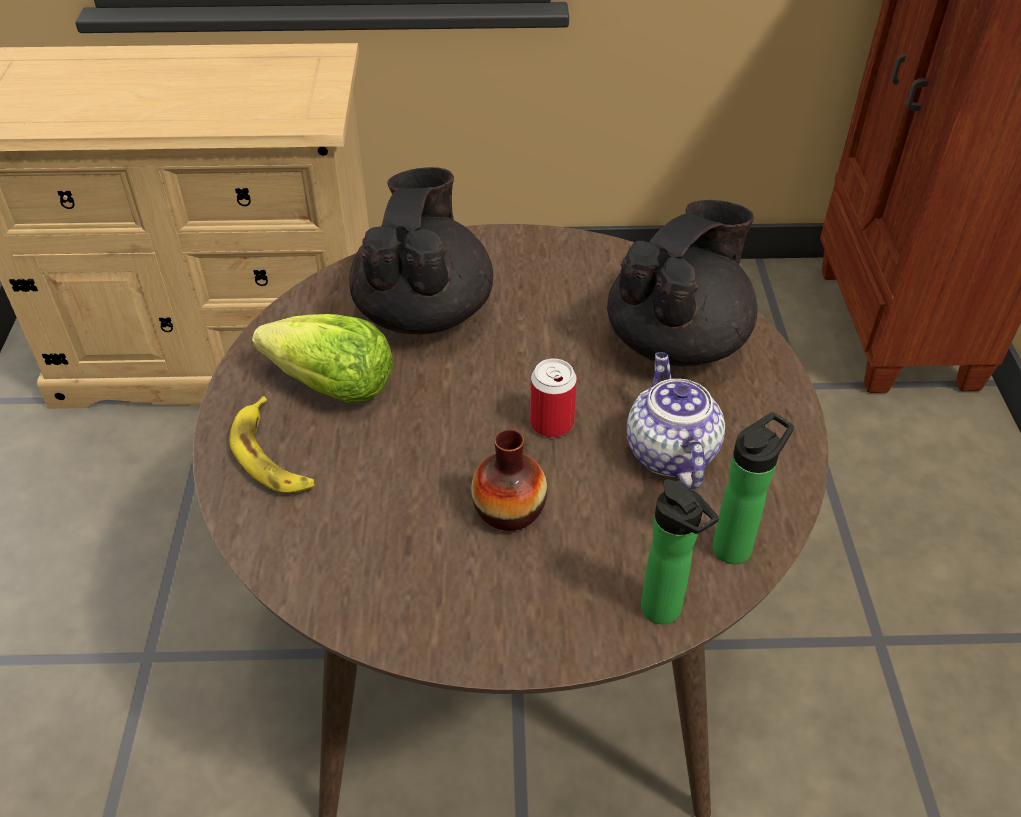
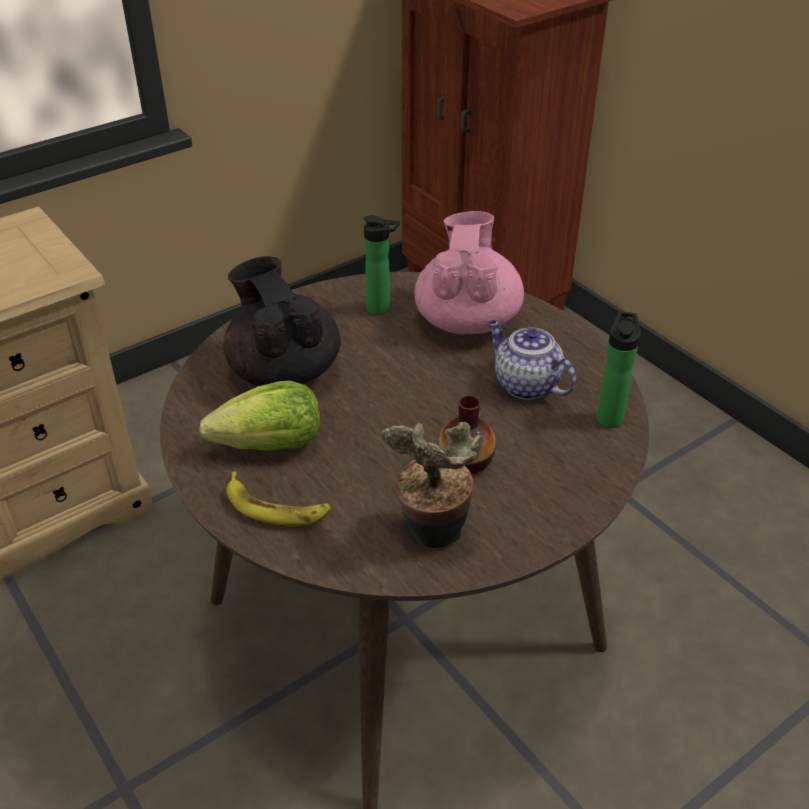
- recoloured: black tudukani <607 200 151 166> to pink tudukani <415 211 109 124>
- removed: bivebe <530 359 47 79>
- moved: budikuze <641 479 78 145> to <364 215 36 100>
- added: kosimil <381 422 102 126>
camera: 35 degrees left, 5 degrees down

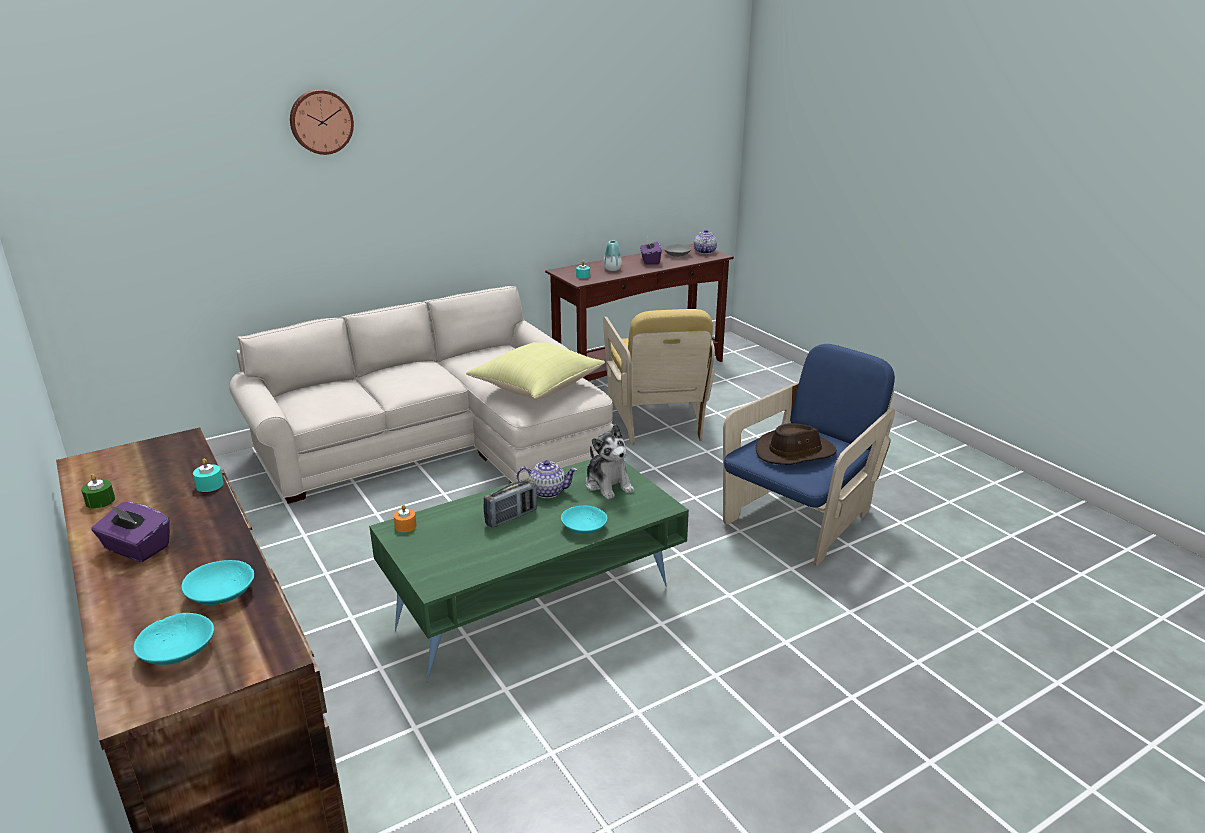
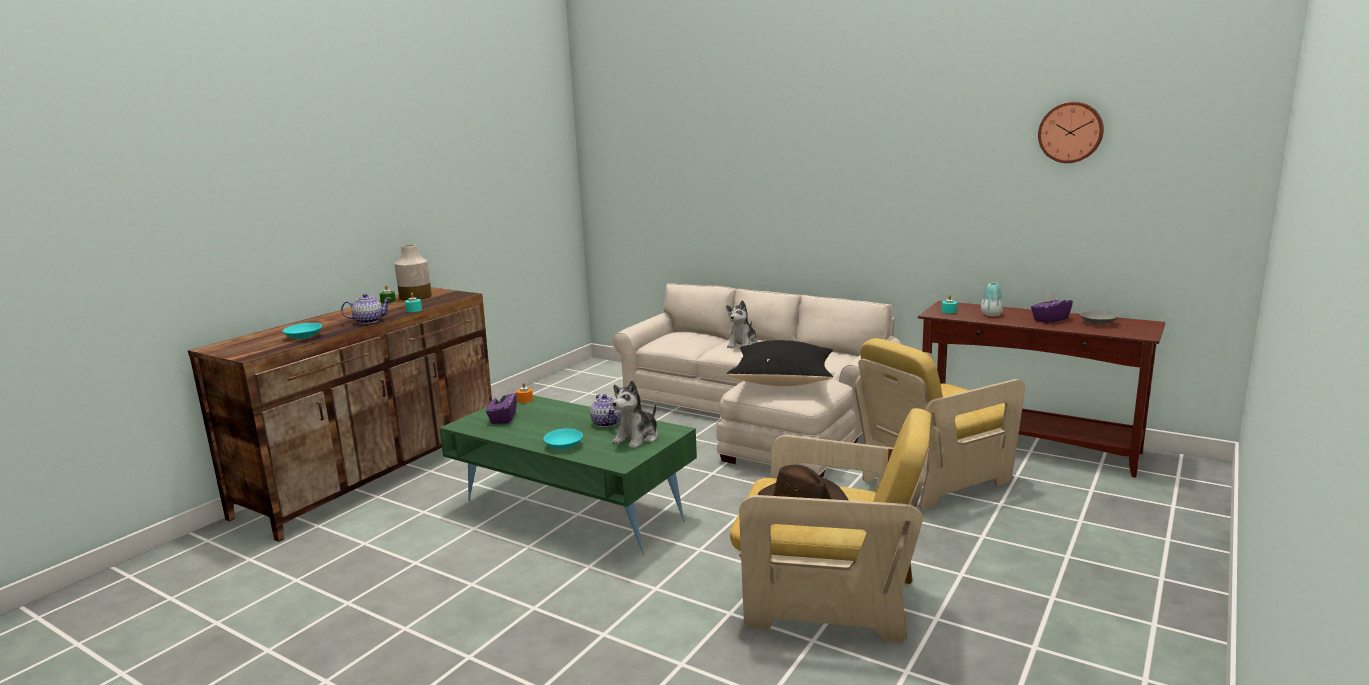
- moved: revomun <290 90 64 65> to <1038 102 66 61>
- moved: tudukani <694 230 23 24> to <341 293 50 31>
- recoloured: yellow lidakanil <466 342 139 57> to black lidakanil <727 340 106 46>
- recoloured: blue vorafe <723 344 172 222> to yellow vorafe <730 408 201 234>
- removed: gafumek <484 479 53 49>
- moved: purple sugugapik <91 502 79 60> to <486 388 31 36>
- removed: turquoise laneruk <133 613 81 52>
- added: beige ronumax <395 244 37 57>
- added: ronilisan <726 300 32 48>
camera: 65 degrees right, 10 degrees down

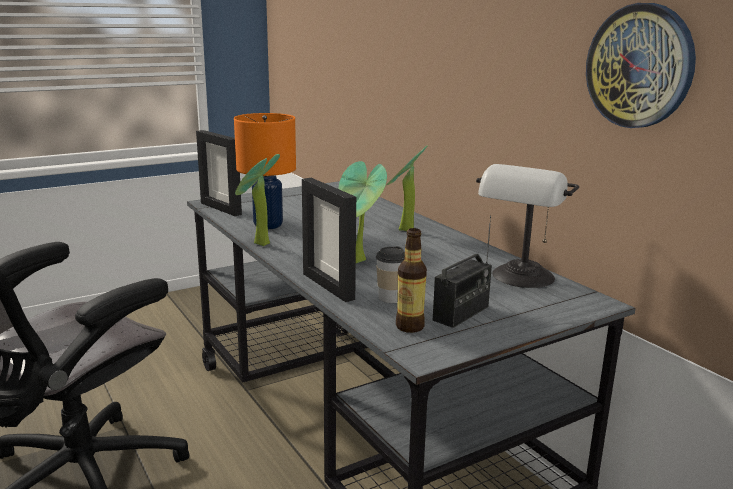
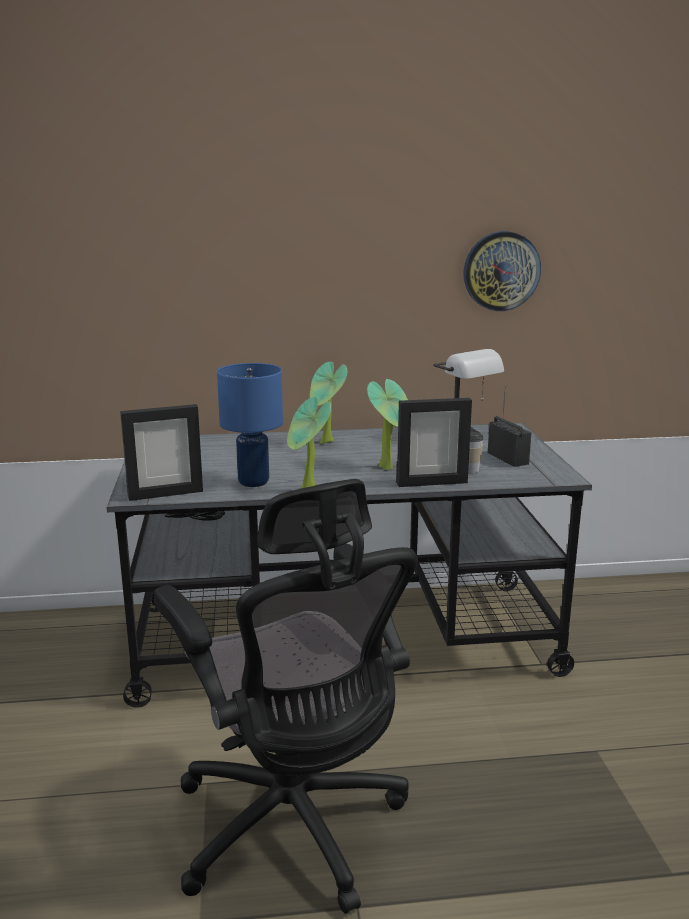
- recoloured: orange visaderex <234 113 62 116> to blue visaderex <217 363 66 124>
- removed: budikuze <396 228 31 105>
camera: 65 degrees left, 0 degrees up

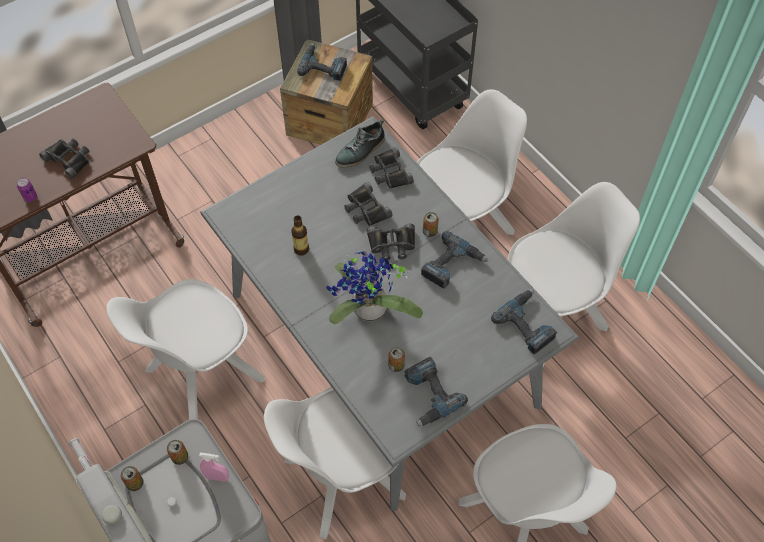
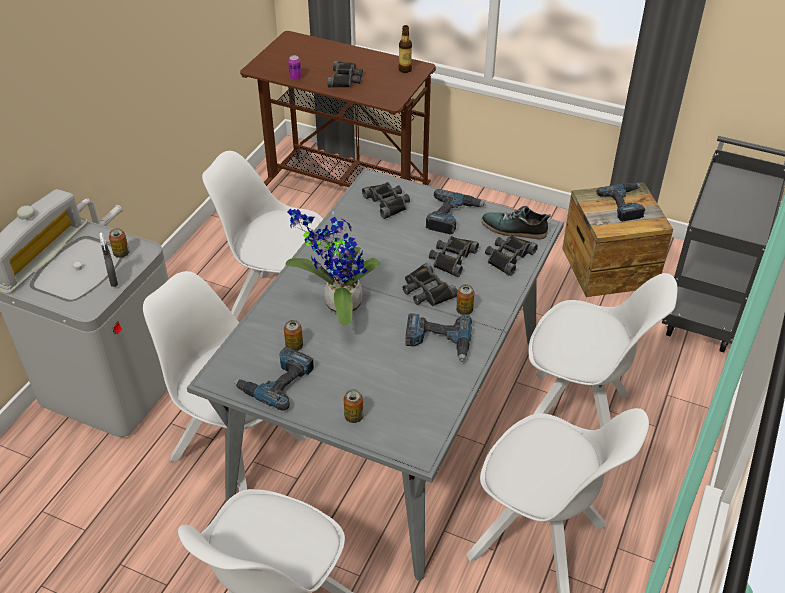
- moved: budikuze <291 215 18 41> to <399 25 13 48>
- moved: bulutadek <491 289 66 65> to <426 189 60 45>
- recoloured: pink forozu <199 453 30 29> to grey forozu <99 232 19 55>
- moved: bivebe <121 466 23 25> to <344 389 19 34>
- added: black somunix <362 182 48 37>
camera: 60 degrees right, 15 degrees down

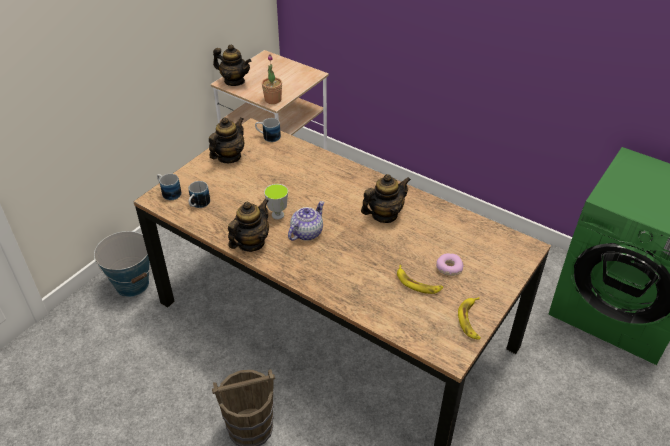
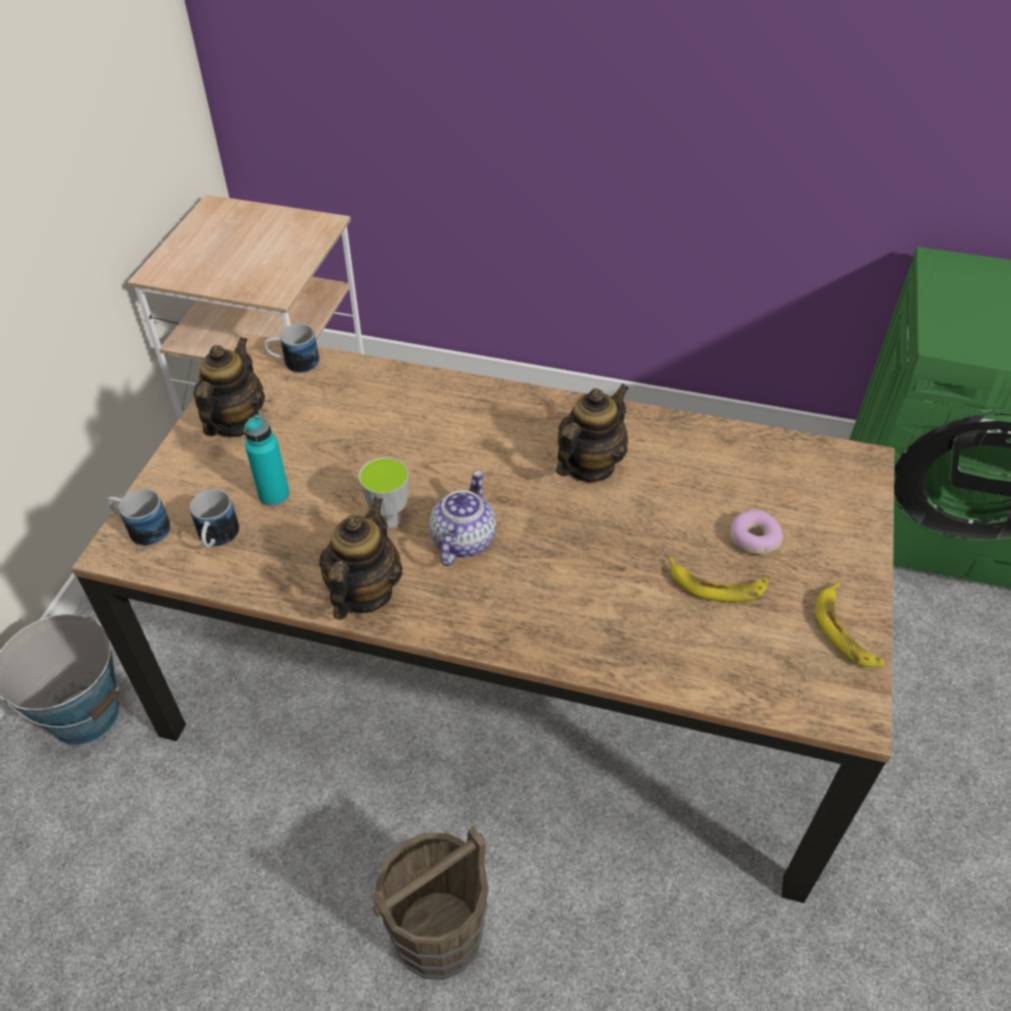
- removed: tudukani <213 45 38 41>
- removed: kosimil <262 54 20 50>
- added: turquoise budikuze <244 414 46 93>
camera: 20 degrees left, 5 degrees up

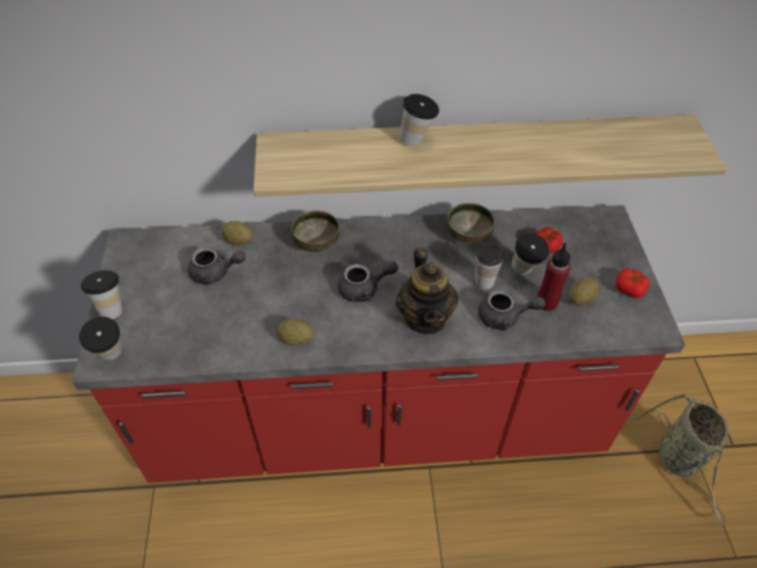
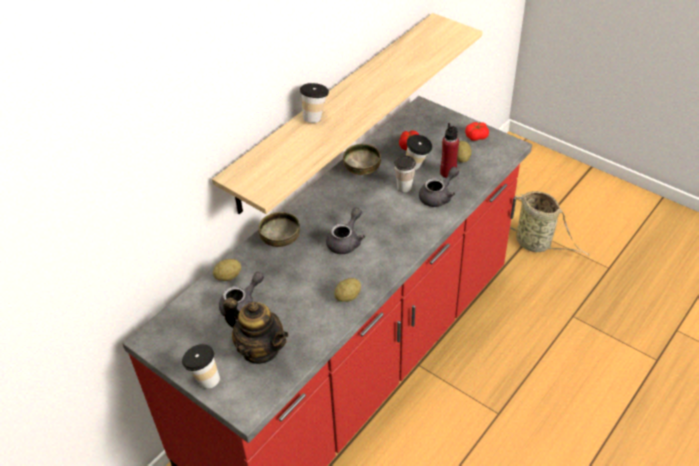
- moved: tudukani <396 247 63 88> to <223 298 66 66>
- removed: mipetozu <79 317 43 44>
camera: 45 degrees left, 5 degrees down

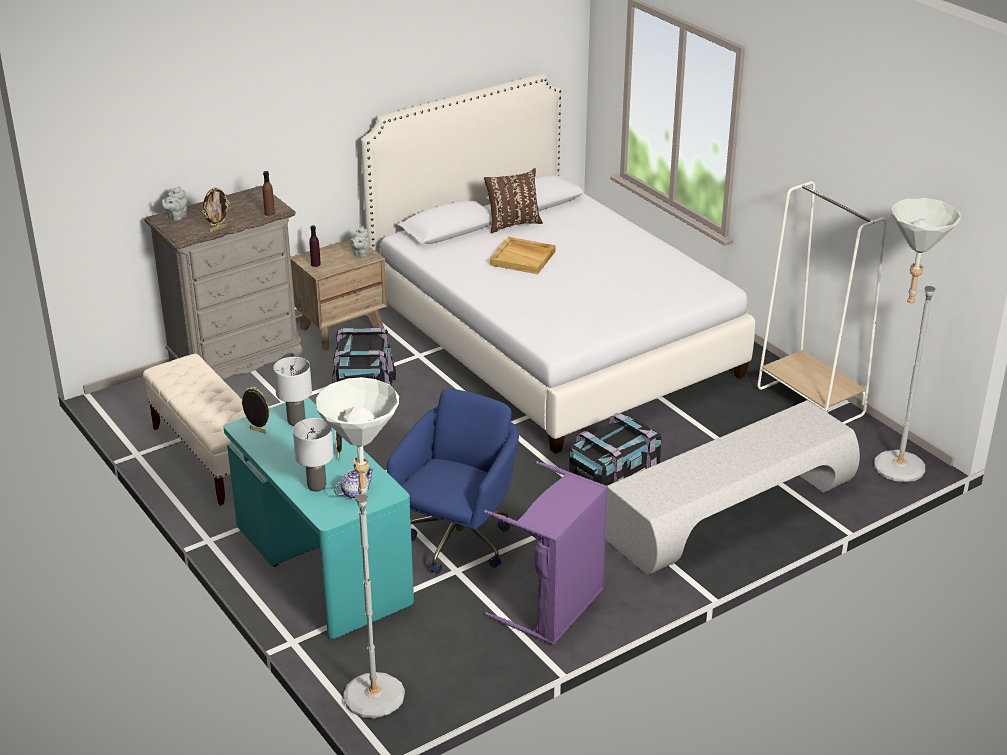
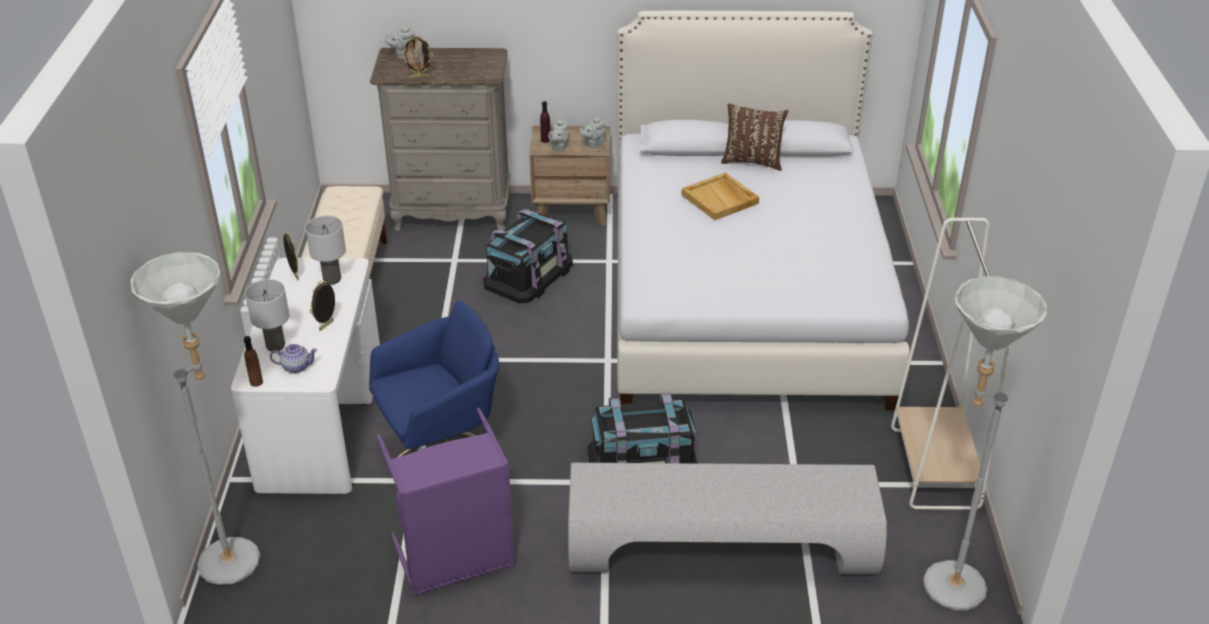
- moved: brown budikuze <262 171 13 45> to <244 336 19 51>
- recoloured: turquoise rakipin <223 398 191 241> to white rakipin <231 258 149 236>
- added: grey tudukani <548 119 21 32>
camera: 35 degrees right, 5 degrees up

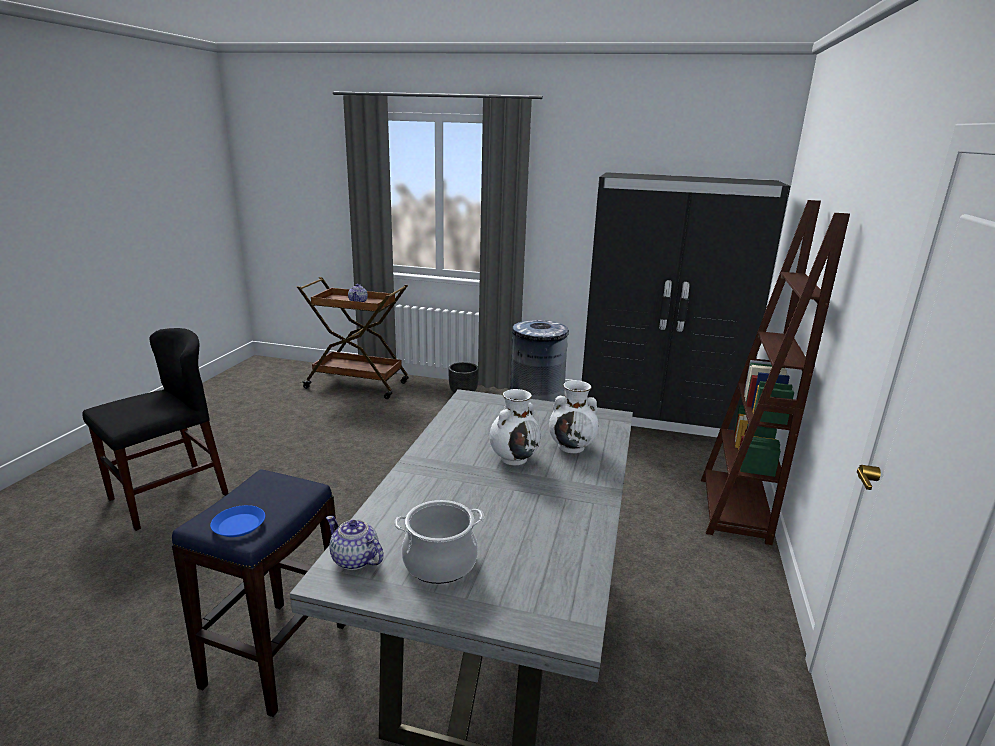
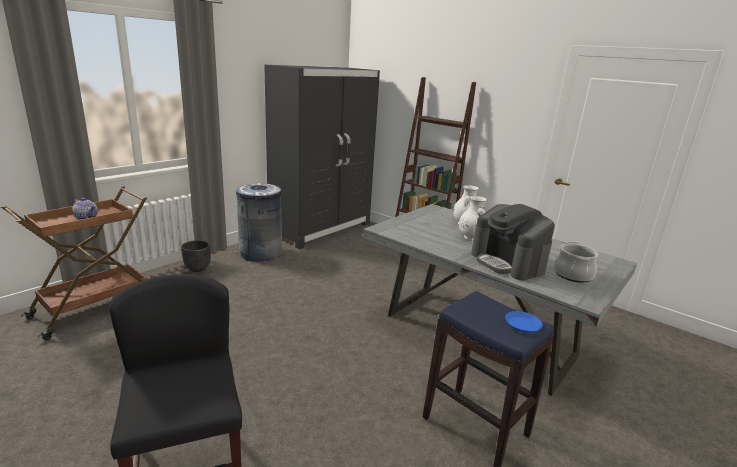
- removed: tudukani <326 516 58 54>
- added: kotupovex <471 204 84 76>
camera: 65 degrees left, 0 degrees up

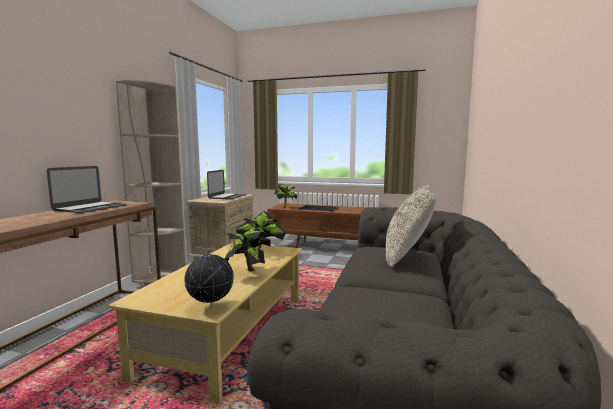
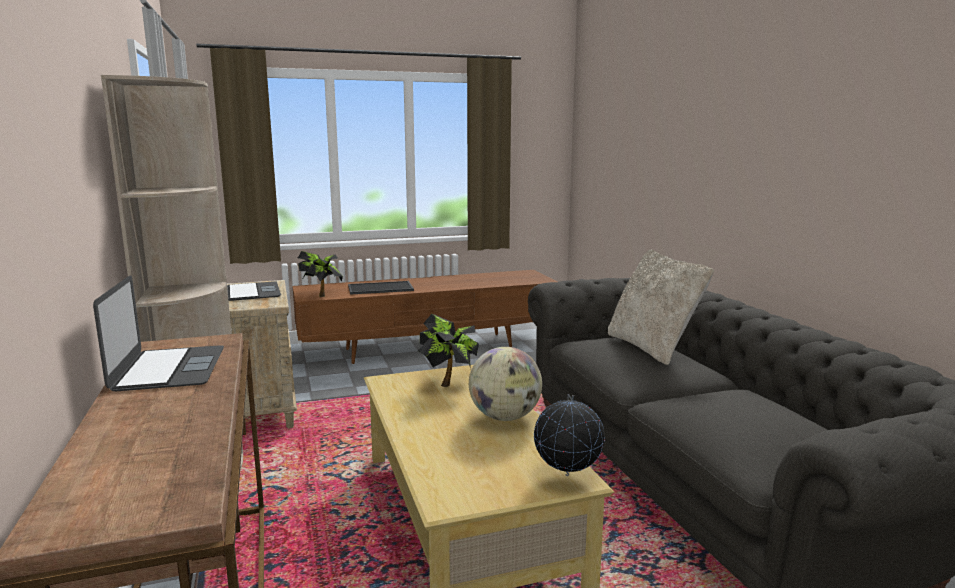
- replaced: kosimil <224 226 47 45> to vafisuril <469 347 73 74>
camera: 35 degrees left, 5 degrees up

